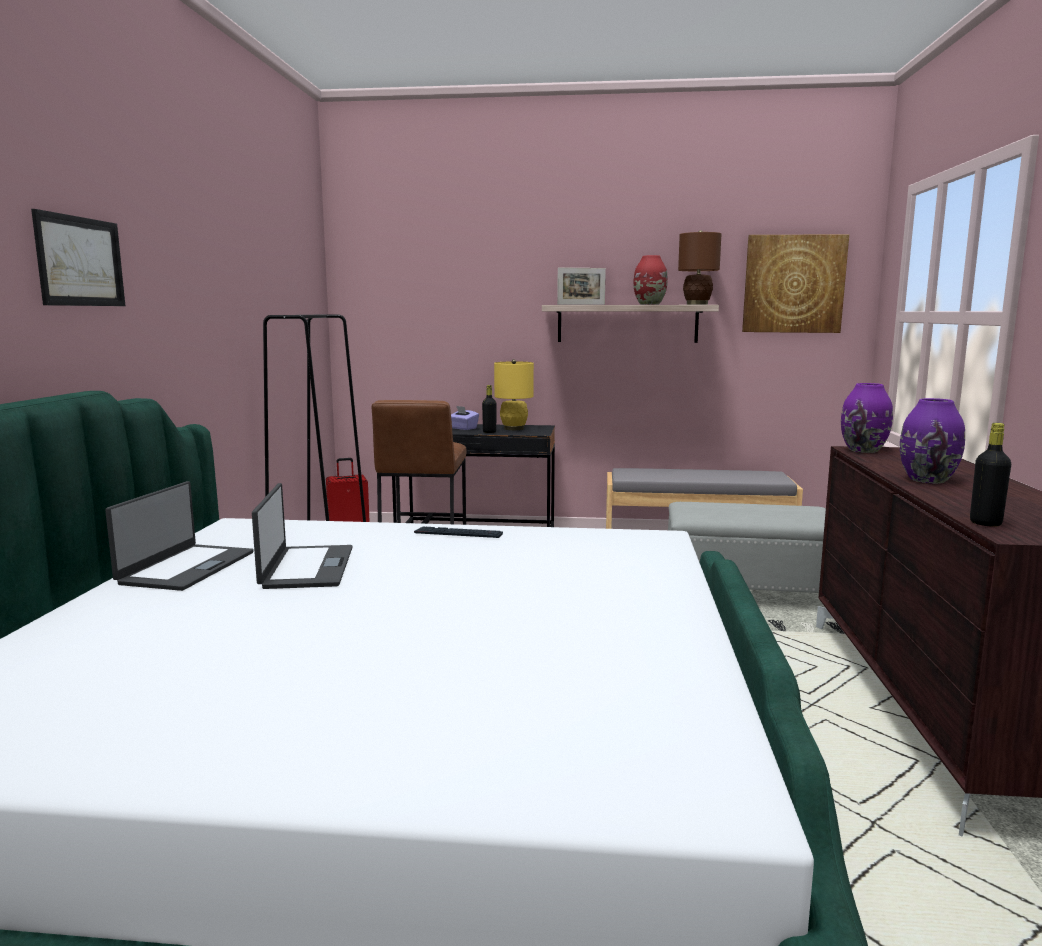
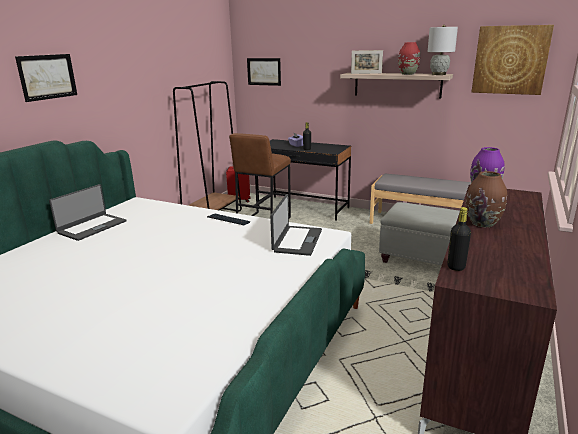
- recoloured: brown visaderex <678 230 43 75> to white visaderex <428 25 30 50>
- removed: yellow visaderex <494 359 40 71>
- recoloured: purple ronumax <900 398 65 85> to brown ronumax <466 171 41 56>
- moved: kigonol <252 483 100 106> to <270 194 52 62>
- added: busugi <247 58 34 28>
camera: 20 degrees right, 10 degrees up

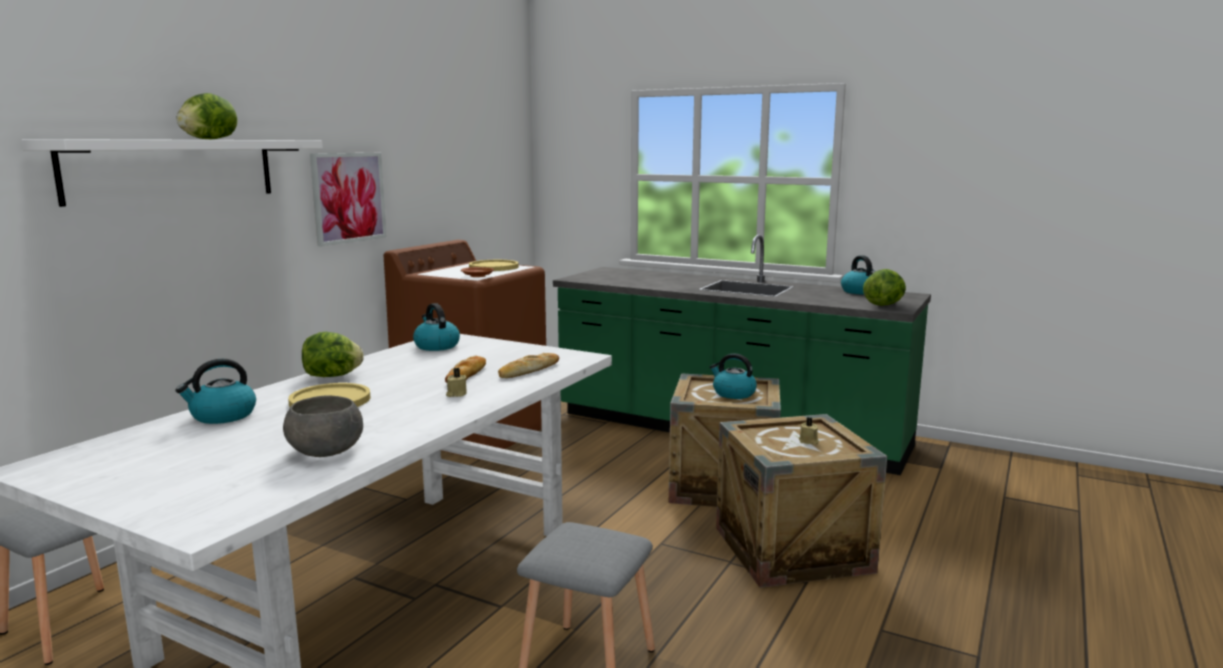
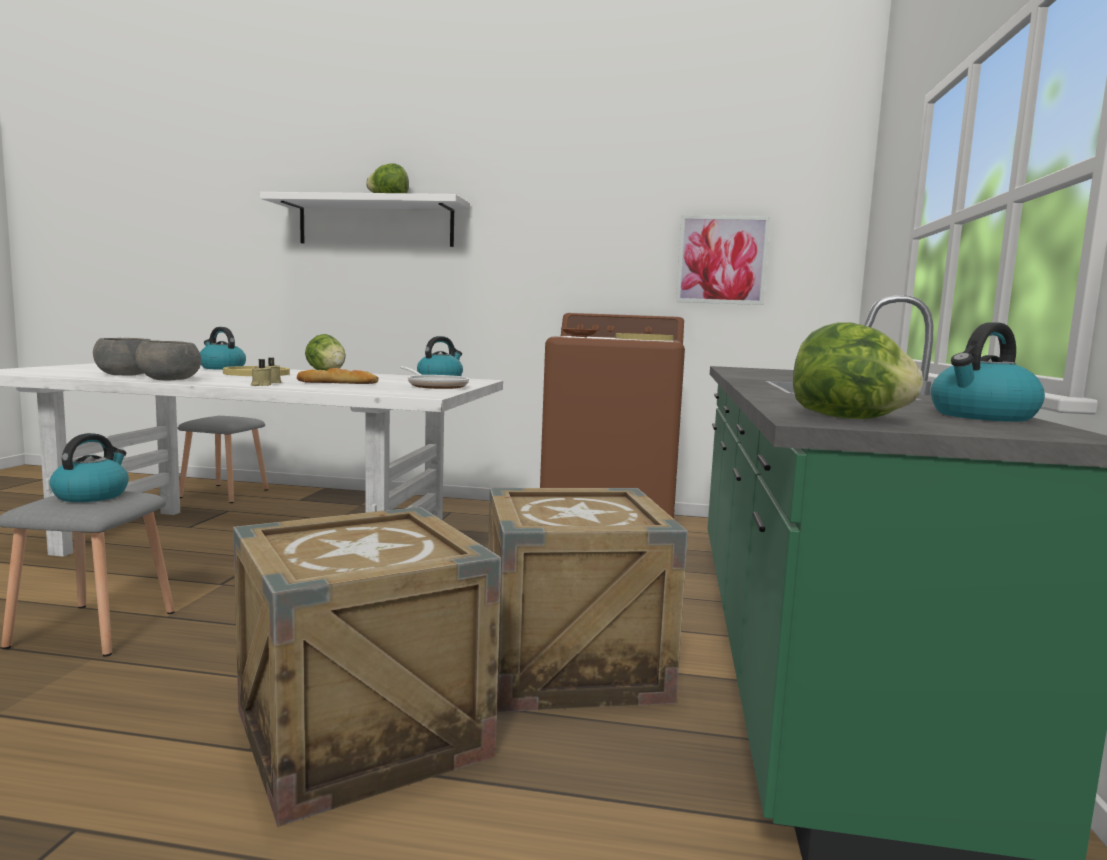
- moved: busugi <310 153 77 93> to <676 215 94 90>
- removed: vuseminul <498 353 61 25>
- moved: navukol <710 353 47 46> to <50 433 79 69>
- moved: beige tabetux <799 417 20 28> to <251 359 21 27>
- added: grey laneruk <135 341 66 40>
- added: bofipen <400 366 69 23>
camera: 70 degrees right, 5 degrees down

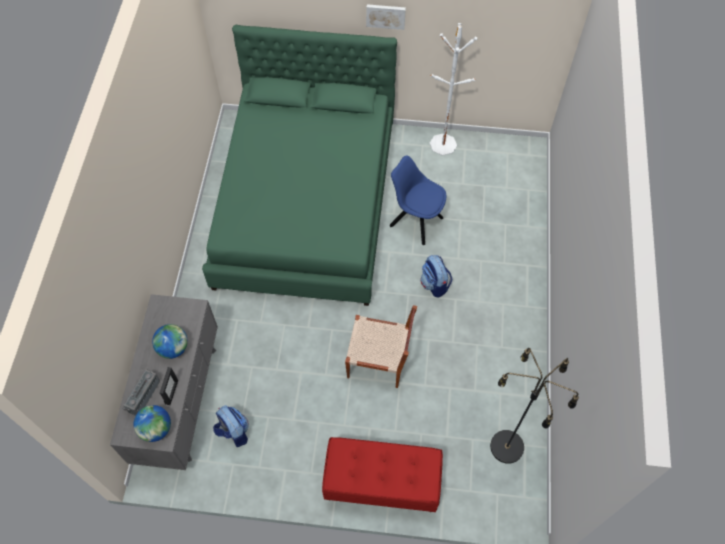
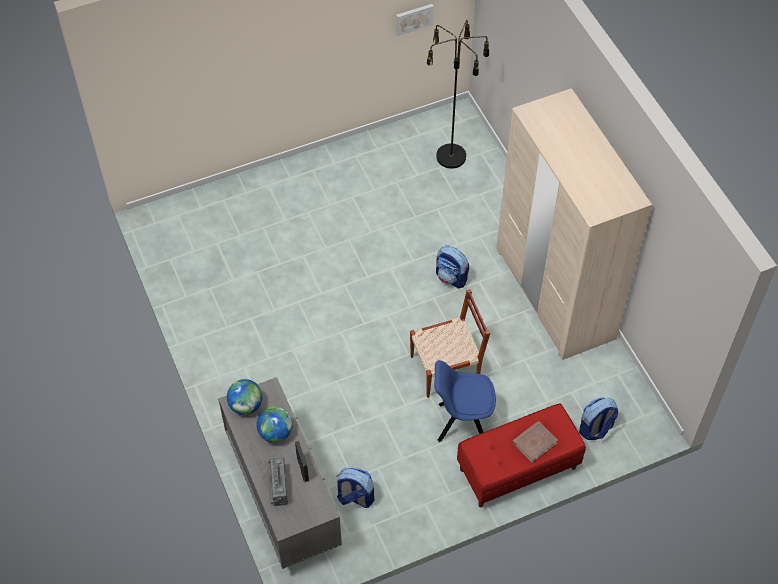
- moved: busugi <366 4 40 26> to <396 4 38 32>
- removed: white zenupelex <430 23 47 133>
- removed: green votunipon <202 25 195 281>
- moved: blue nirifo <390 155 56 90> to <434 360 62 82>
- moved: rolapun <490 348 89 116> to <427 20 62 149>
- moved: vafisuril <133 405 38 37> to <227 379 35 36>
- added: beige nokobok <496 88 156 272>
- added: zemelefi <579 397 39 43>
- added: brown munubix <512 422 46 41>
camera: 30 degrees left, 5 degrees down

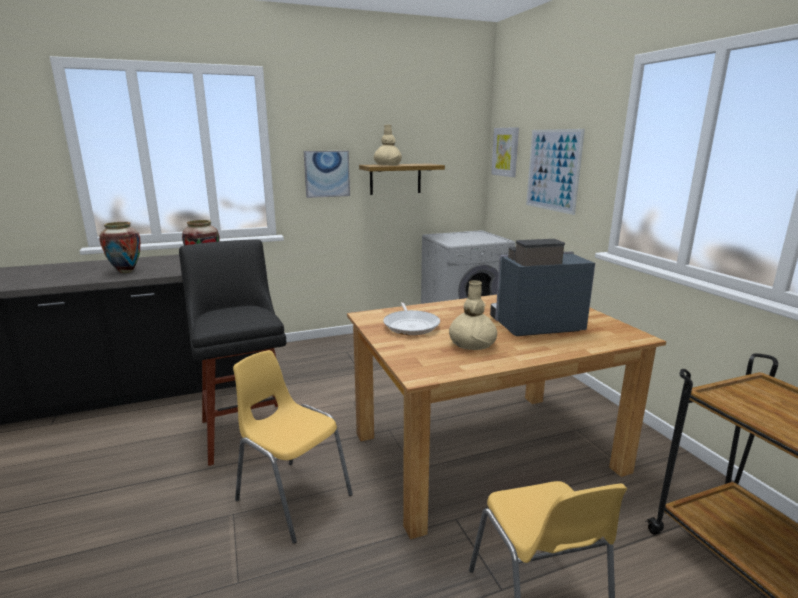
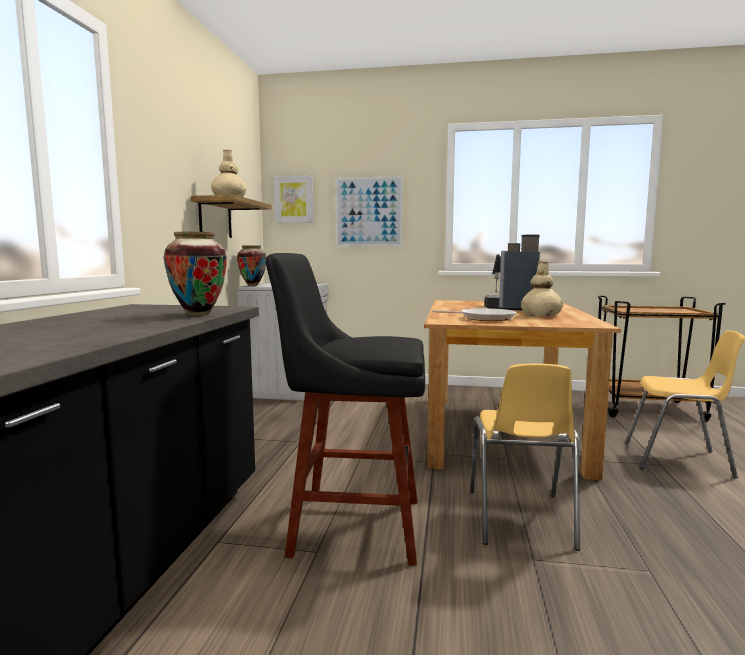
- removed: busugi <304 151 46 47>
- moved: ronumax <99 222 41 51> to <237 245 30 41>
- turned: yellow nirifo <233 350 120 194> = <470 364 110 187> 60 degrees counterclockwise
camera: 60 degrees left, 10 degrees down

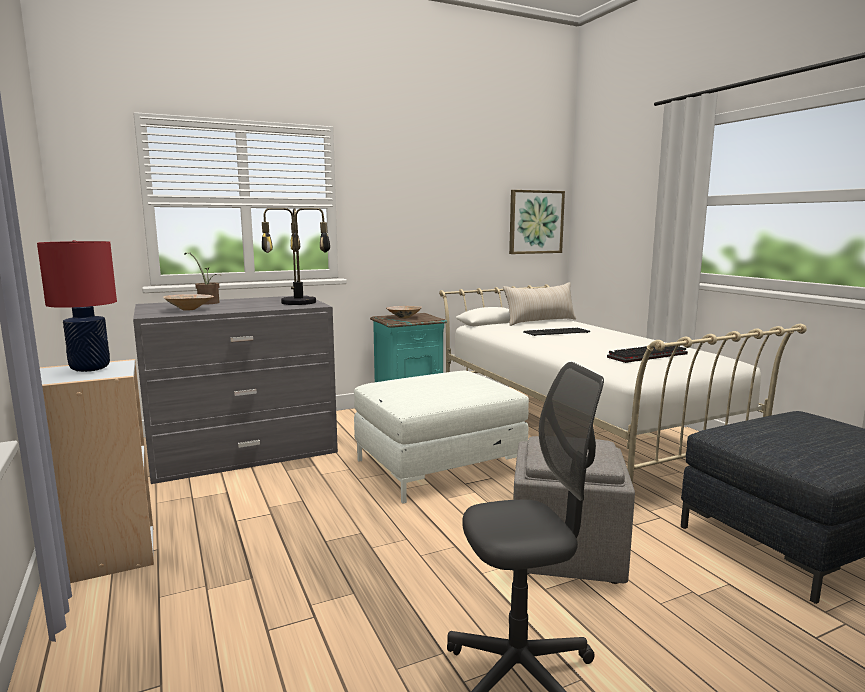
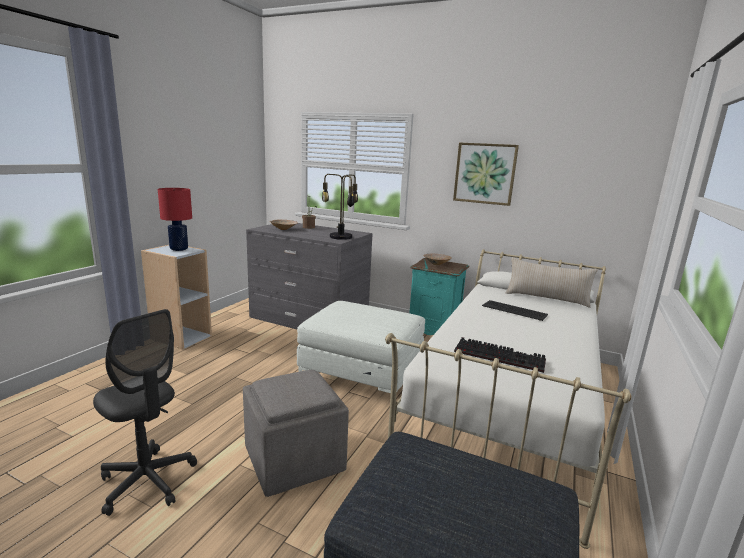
- moved: busugi <509 190 56 64> to <453 143 66 63>
camera: 50 degrees right, 5 degrees up

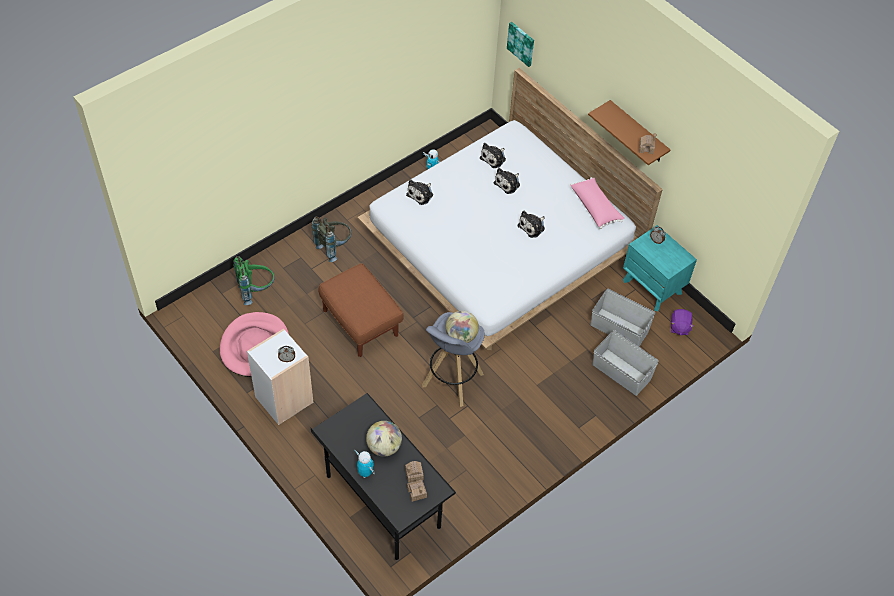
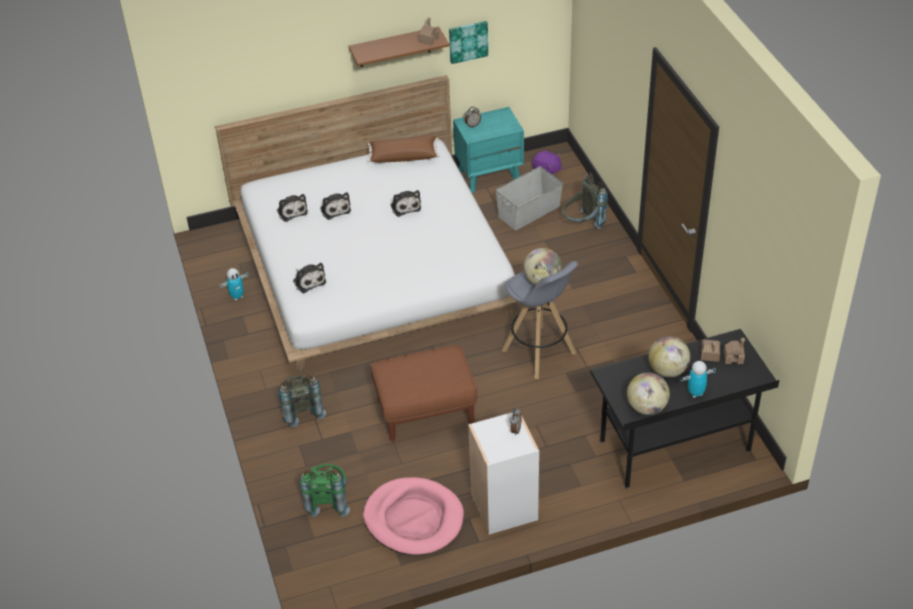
- moved: busugi <507 22 27 45> to <449 21 39 43>
- recoloured: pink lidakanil <570 177 54 52> to brown lidakanil <368 136 72 27>
- replaced: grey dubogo <592 330 67 66> to grey zemelefi <563 172 45 57>
- added: vafisuril <627 372 43 43>
camera: 65 degrees left, 10 degrees down

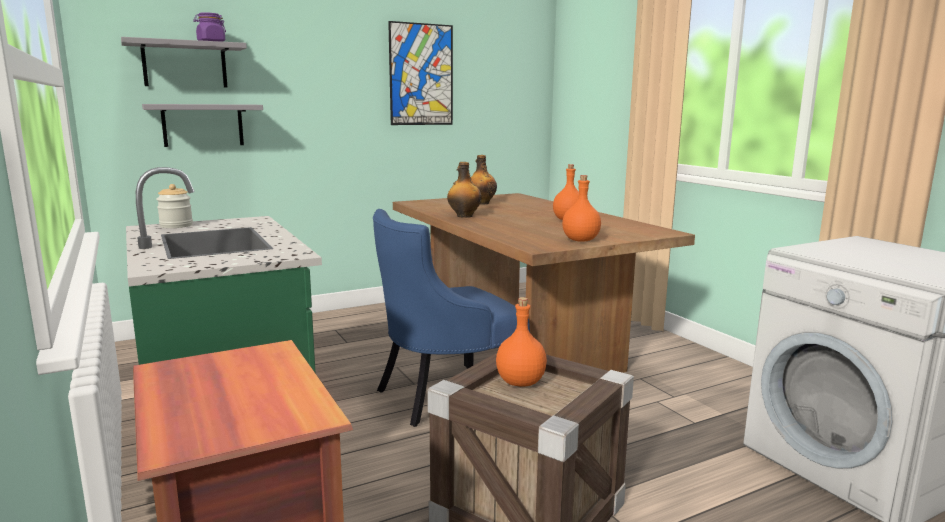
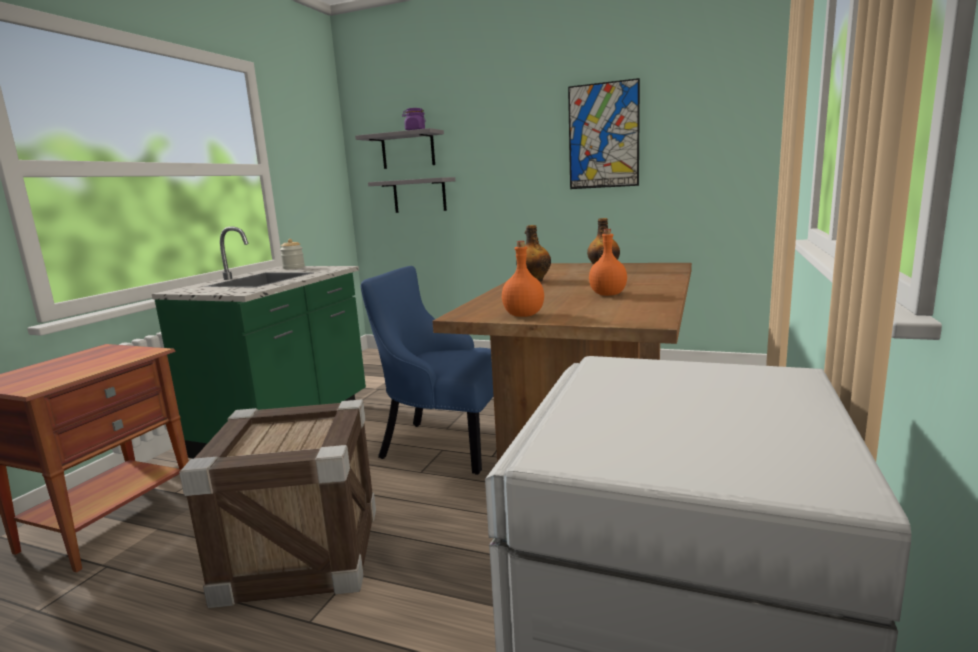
- removed: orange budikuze <496 297 51 89>
camera: 50 degrees right, 0 degrees up

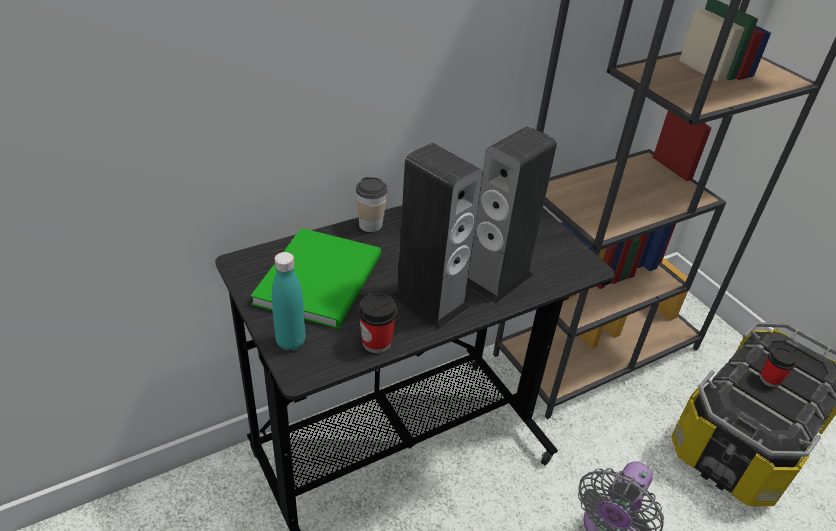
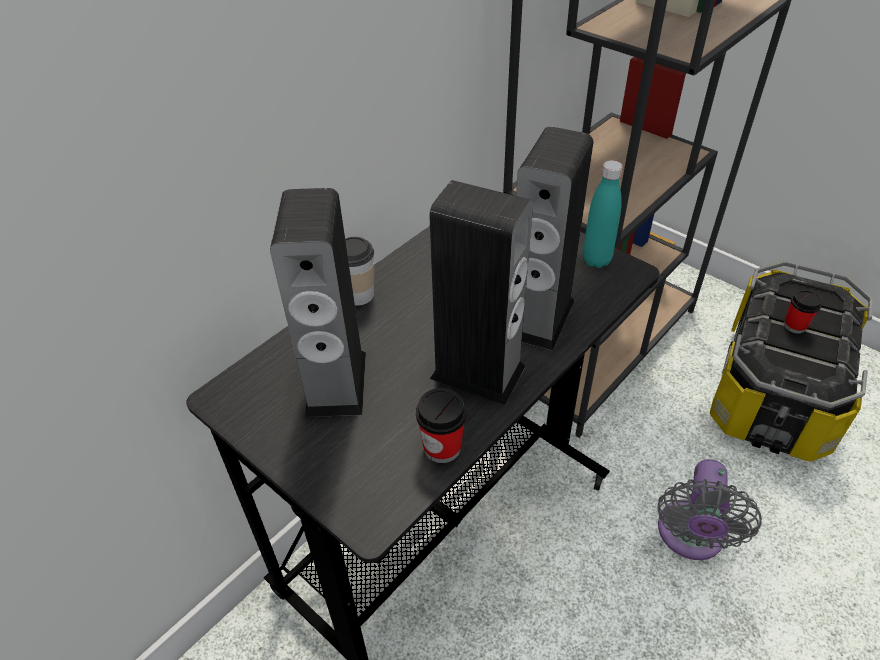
- replaced: green munubix <251 228 130 101> to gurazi <270 188 96 229>
- moved: turquoise budikuze <272 252 34 99> to <583 160 40 108>
camera: 15 degrees left, 5 degrees up

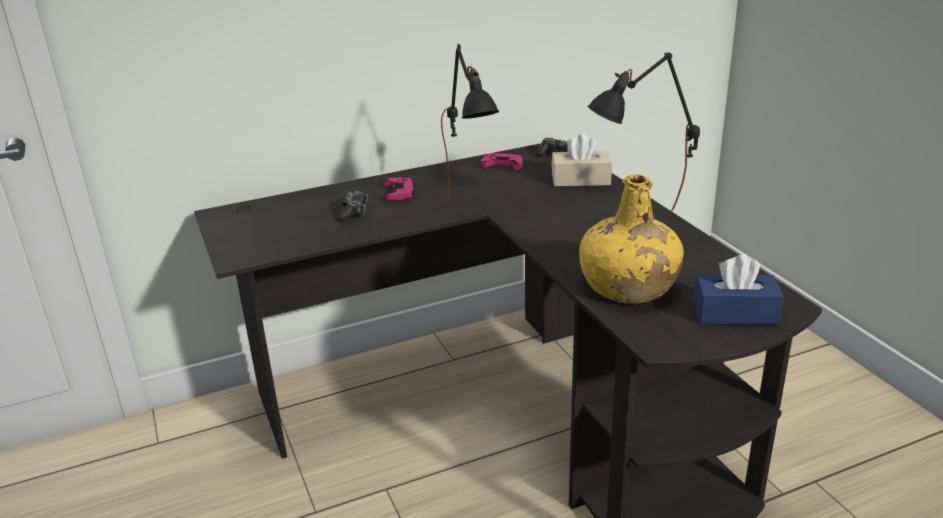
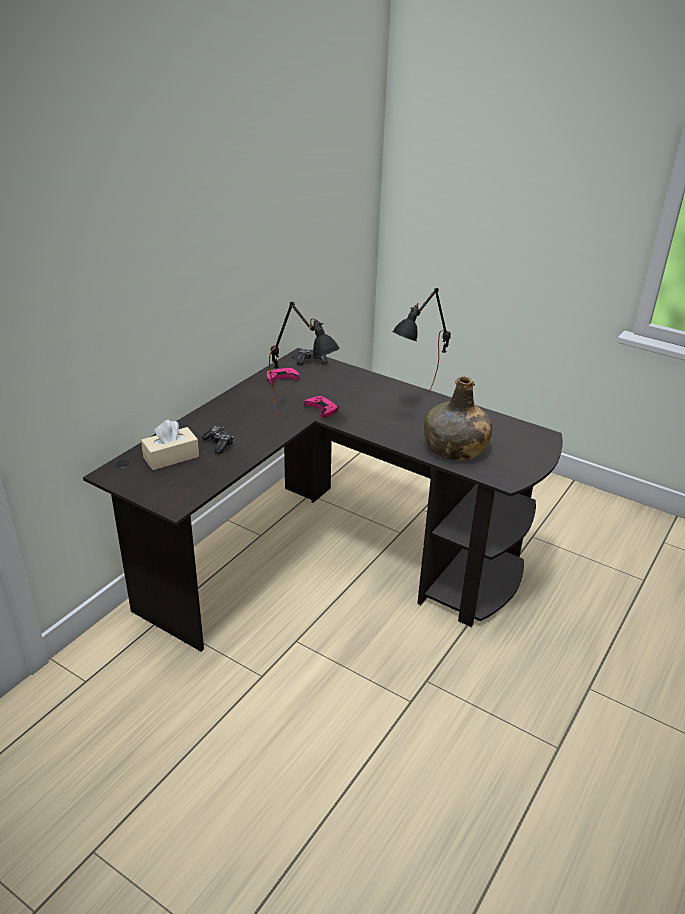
- moved: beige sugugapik <551 133 61 54> to <141 420 58 50>
- recoloured: yellow budikuze <579 174 105 130> to green budikuze <424 377 68 84>
- moved: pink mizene <384 177 31 24> to <304 396 35 22>
- removed: blue sugugapik <693 254 91 71>
camera: 35 degrees left, 5 degrees up

